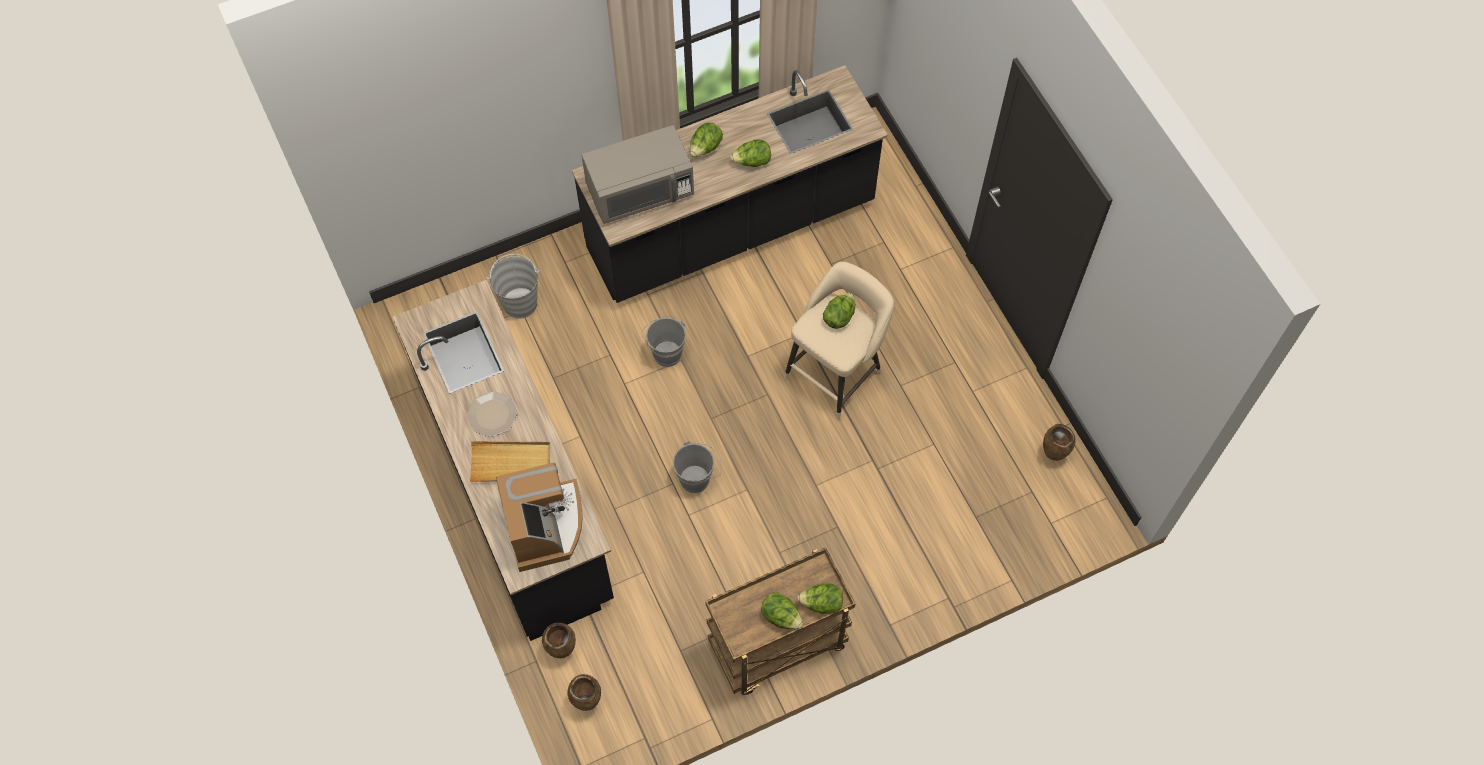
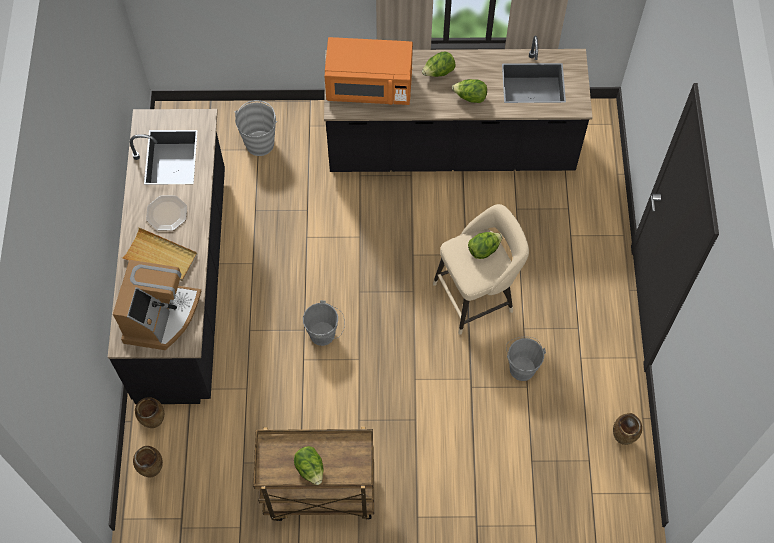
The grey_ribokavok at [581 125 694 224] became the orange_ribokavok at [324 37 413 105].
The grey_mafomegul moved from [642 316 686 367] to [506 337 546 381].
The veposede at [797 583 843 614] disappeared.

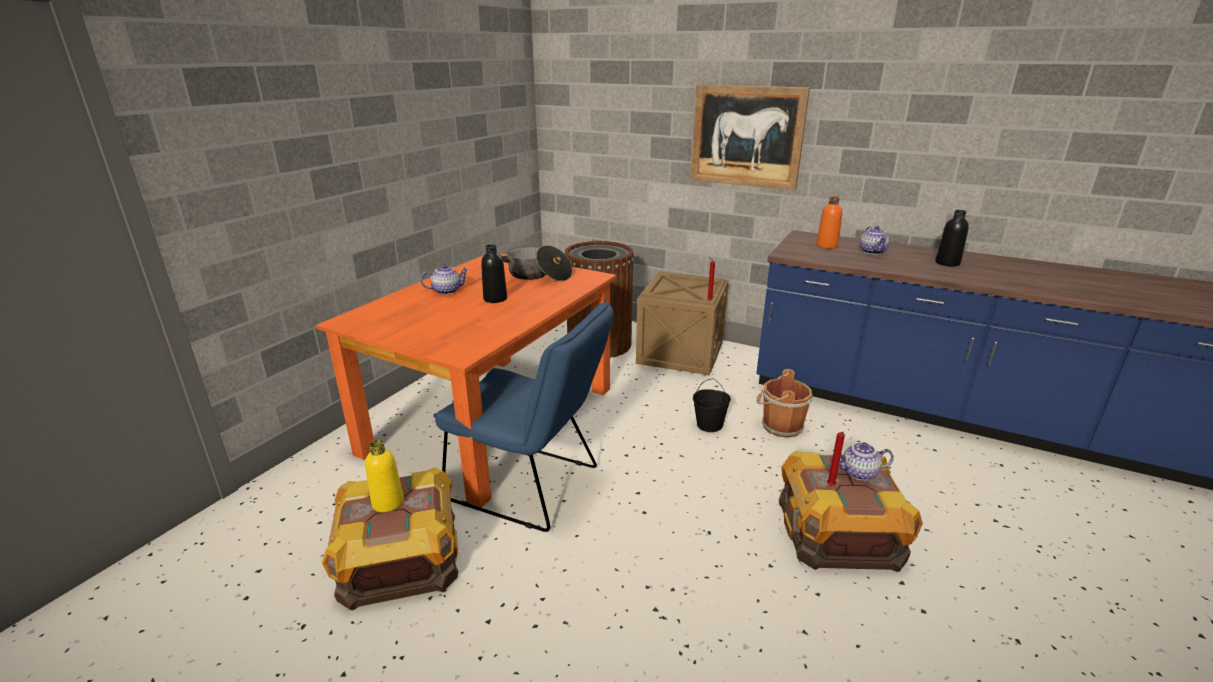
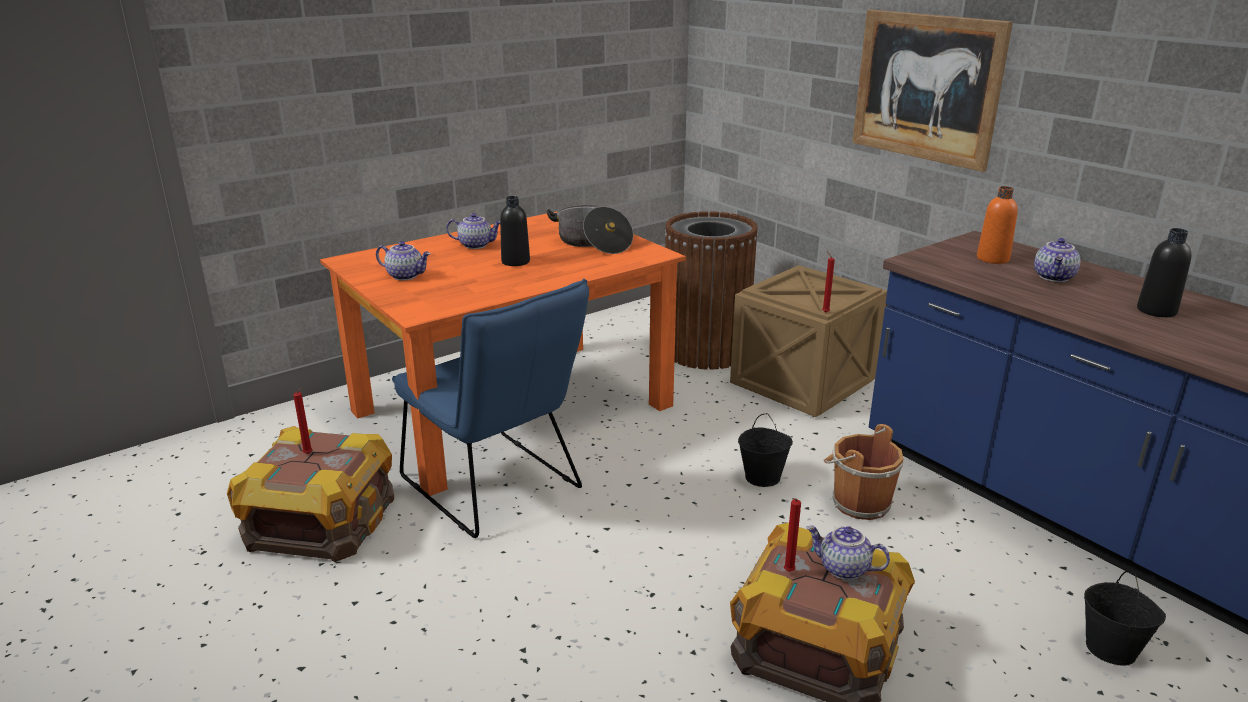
The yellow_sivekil at [365 440 404 513] was replaced by the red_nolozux at [293 388 312 454].
The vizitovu at [376 241 431 280] appeared.
The black_mafomegul at [1084 570 1166 666] appeared.

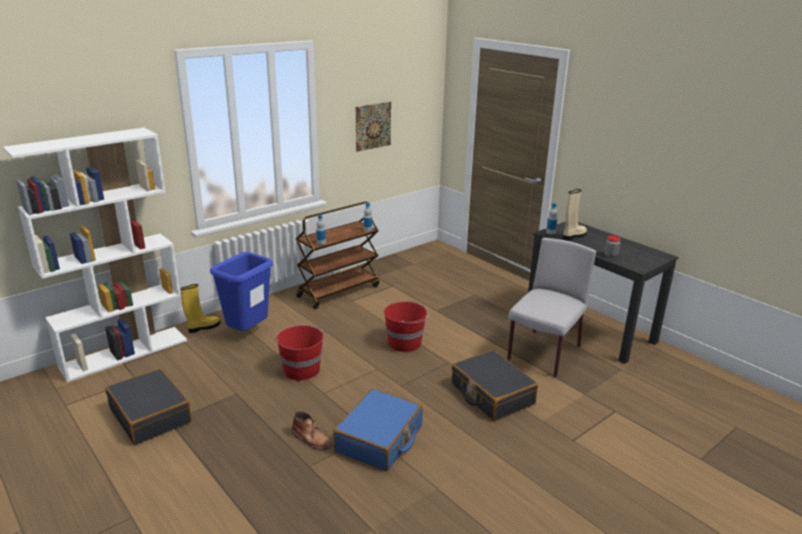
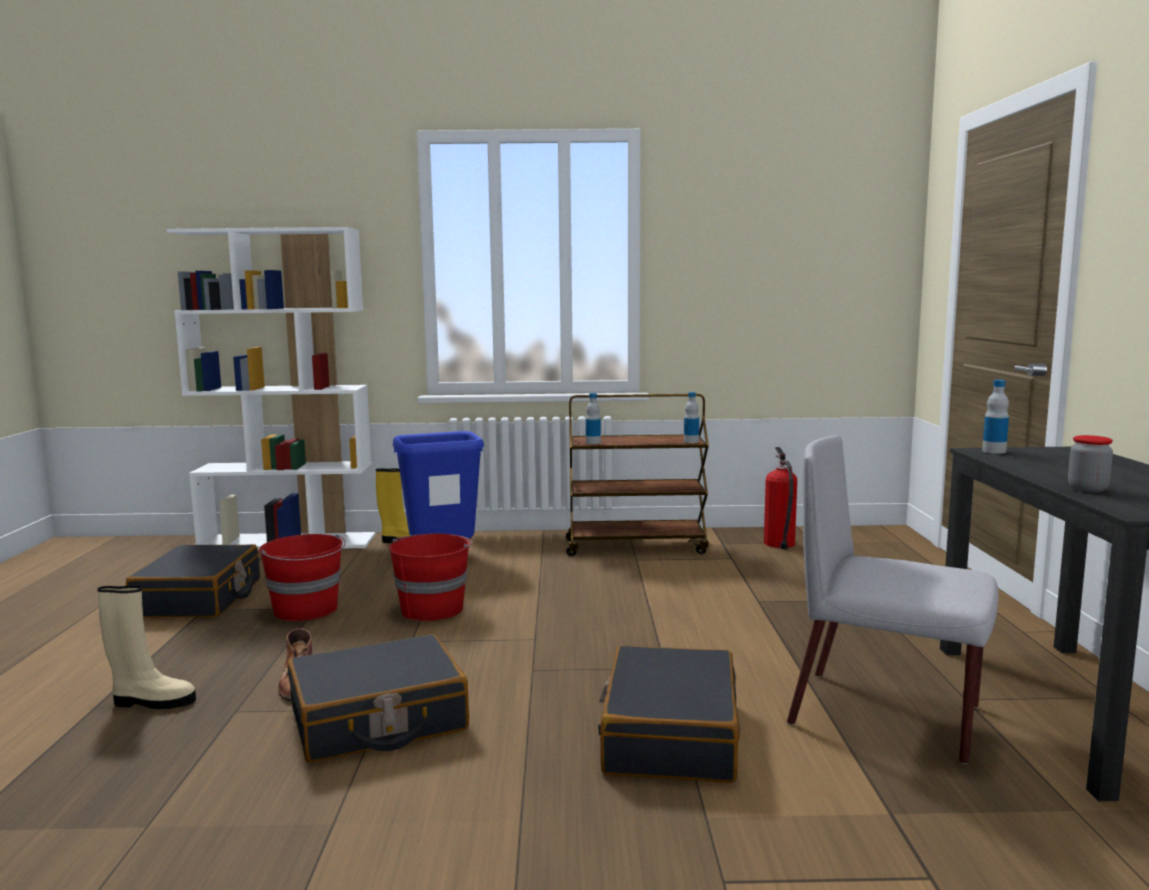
The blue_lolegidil at [333 389 423 471] became the black_lolegidil at [288 634 469 762].
The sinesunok at [356 102 391 152] disappeared.
The red_mafomegul moved from [384 300 429 352] to [259 534 346 621].
The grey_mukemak at [507 238 596 377] turned 135 degrees counterclockwise.
The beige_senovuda moved from [563 189 587 241] to [97 586 196 709].
The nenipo at [764 447 797 550] appeared.

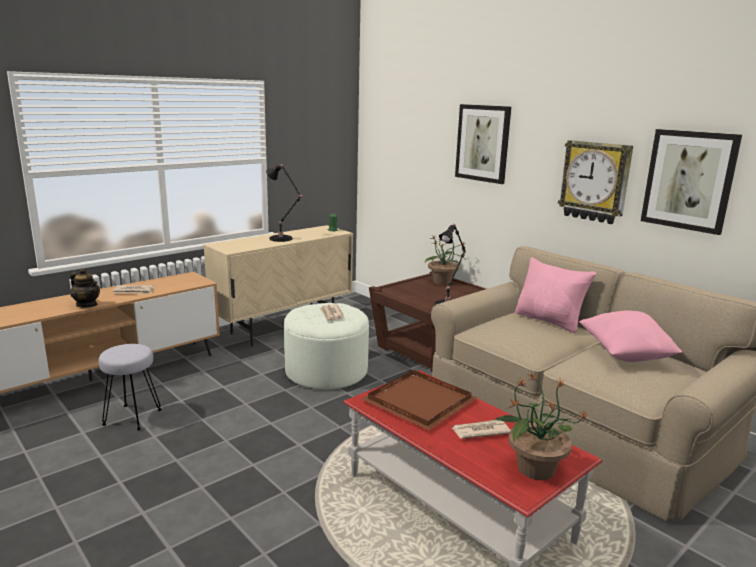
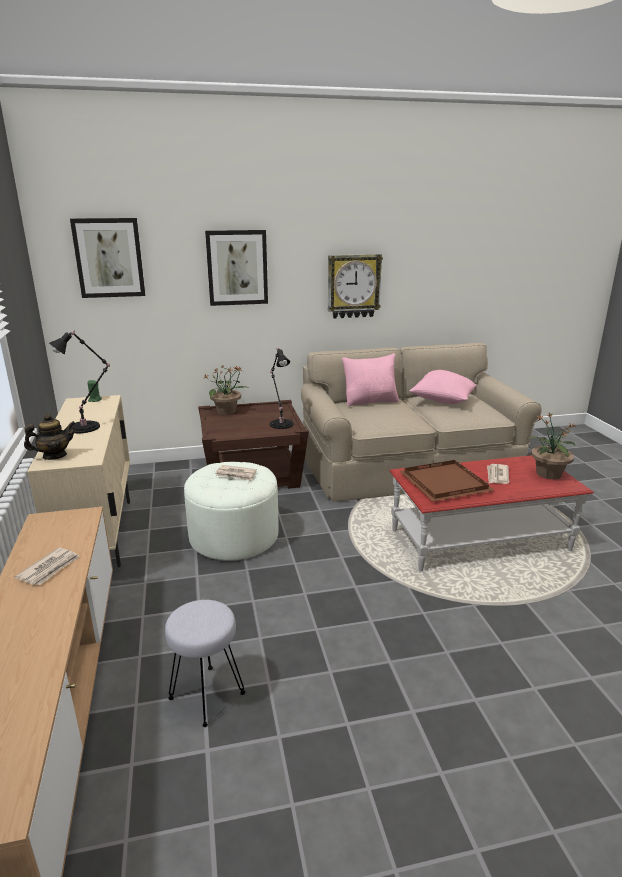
The vizitovu moved from [70 268 100 307] to [24 414 76 460].
The sinesunok moved from [641 129 742 235] to [70 218 145 298].

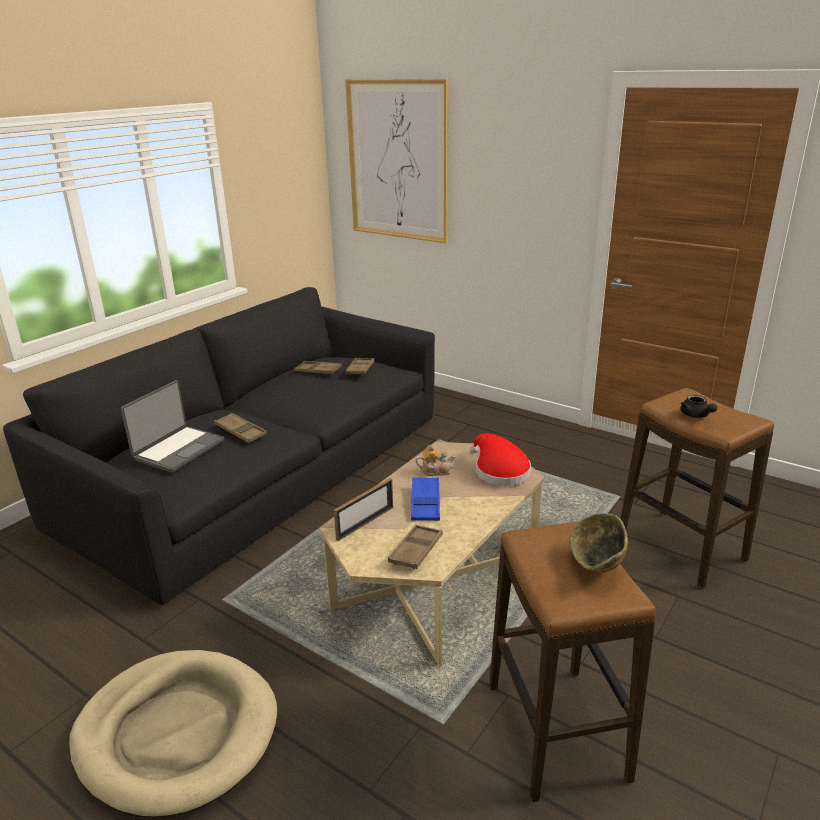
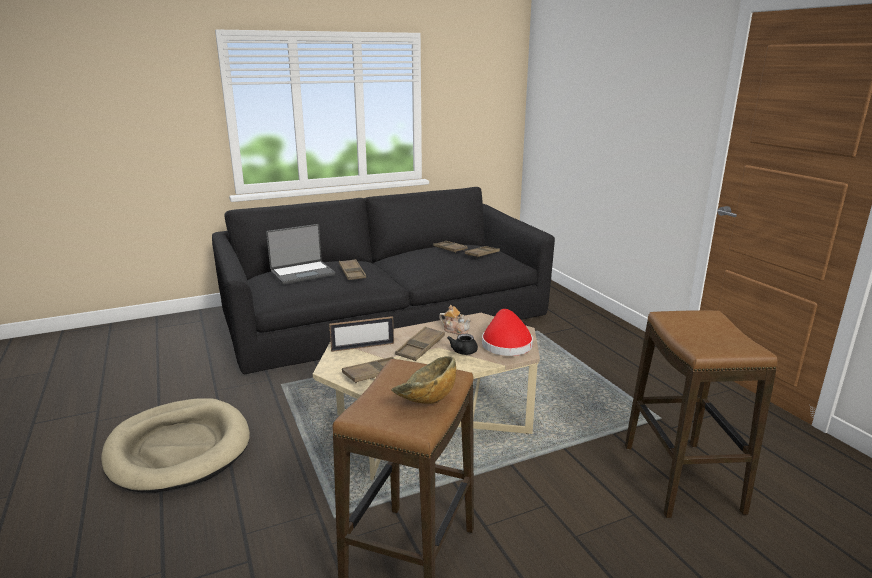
The sinesunok at [345 79 448 243] disappeared.
The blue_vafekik at [411 477 440 521] became the brown_vafekik at [395 326 445 361].
The black_vizitovu moved from [680 395 717 418] to [447 334 478 355].

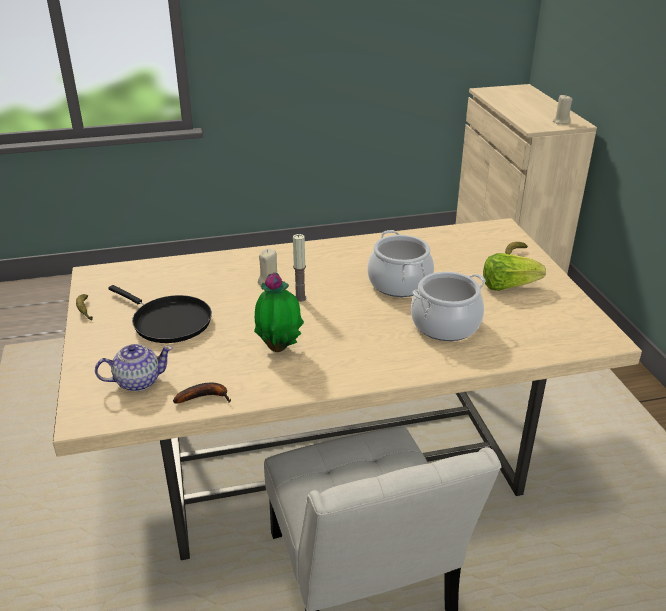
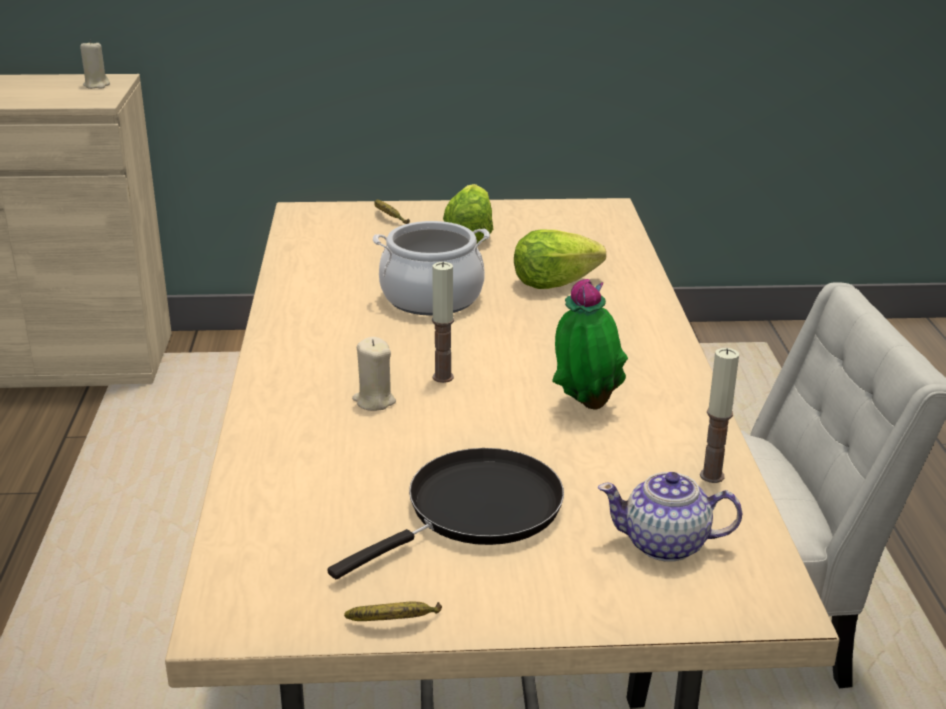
The vizitovu at [95 344 173 391] turned 75 degrees counterclockwise.
The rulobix at [173 383 231 404] was replaced by the nolozux at [700 348 739 483].
The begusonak at [411 271 486 341] was replaced by the veposede at [514 230 606 289].

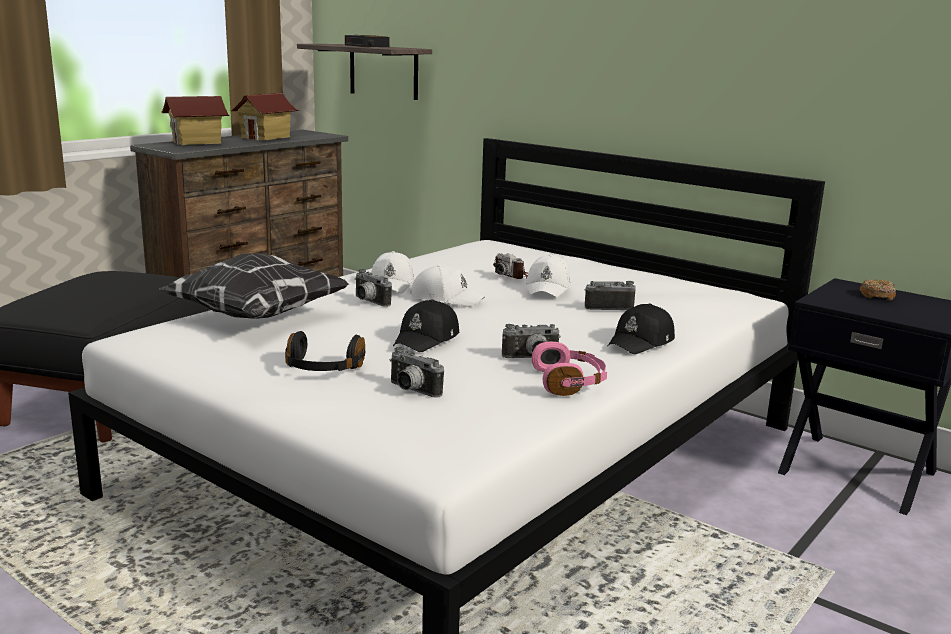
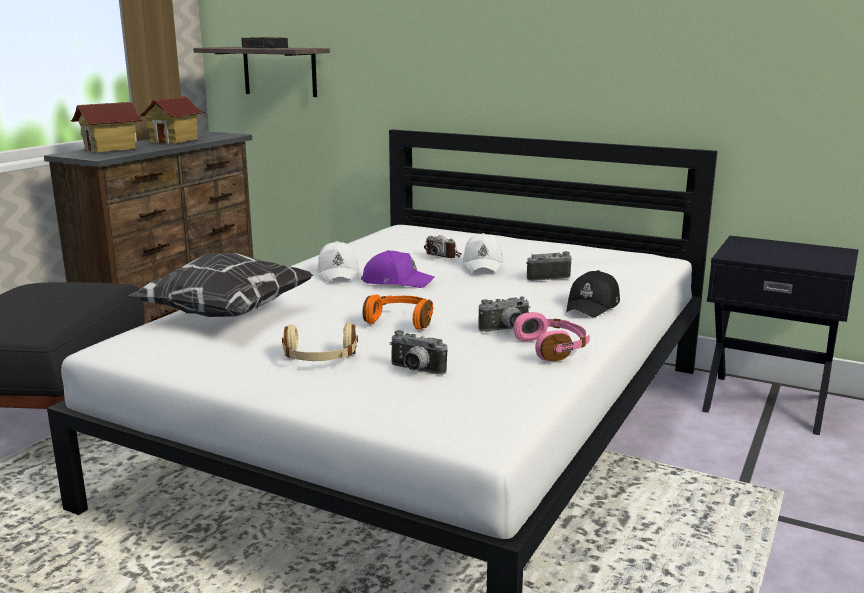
The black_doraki at [285 331 365 371] became the beige_doraki at [282 322 358 361].
The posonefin at [355 269 392 307] disappeared.
The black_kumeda at [393 299 459 352] was replaced by the orange_doraki at [363 294 433 330].
The white_kumeda at [410 265 485 307] became the purple_kumeda at [361 250 435 288].
The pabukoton at [860 279 896 301] disappeared.

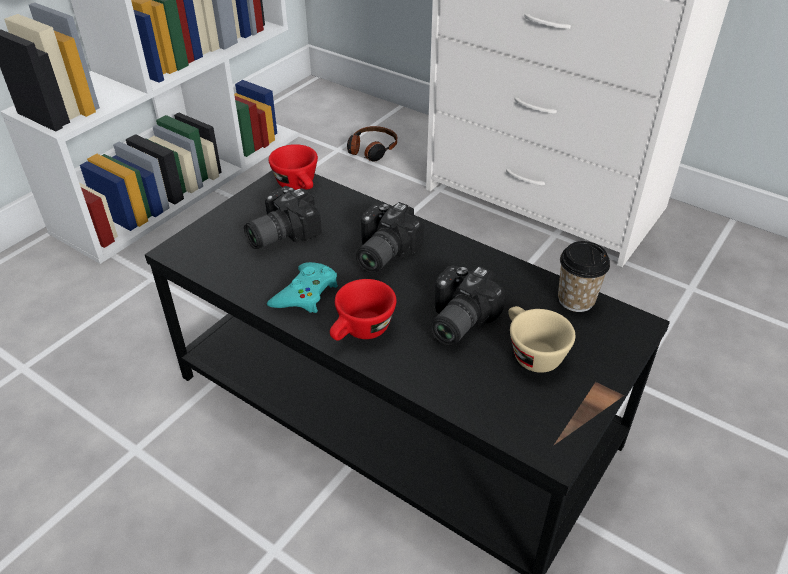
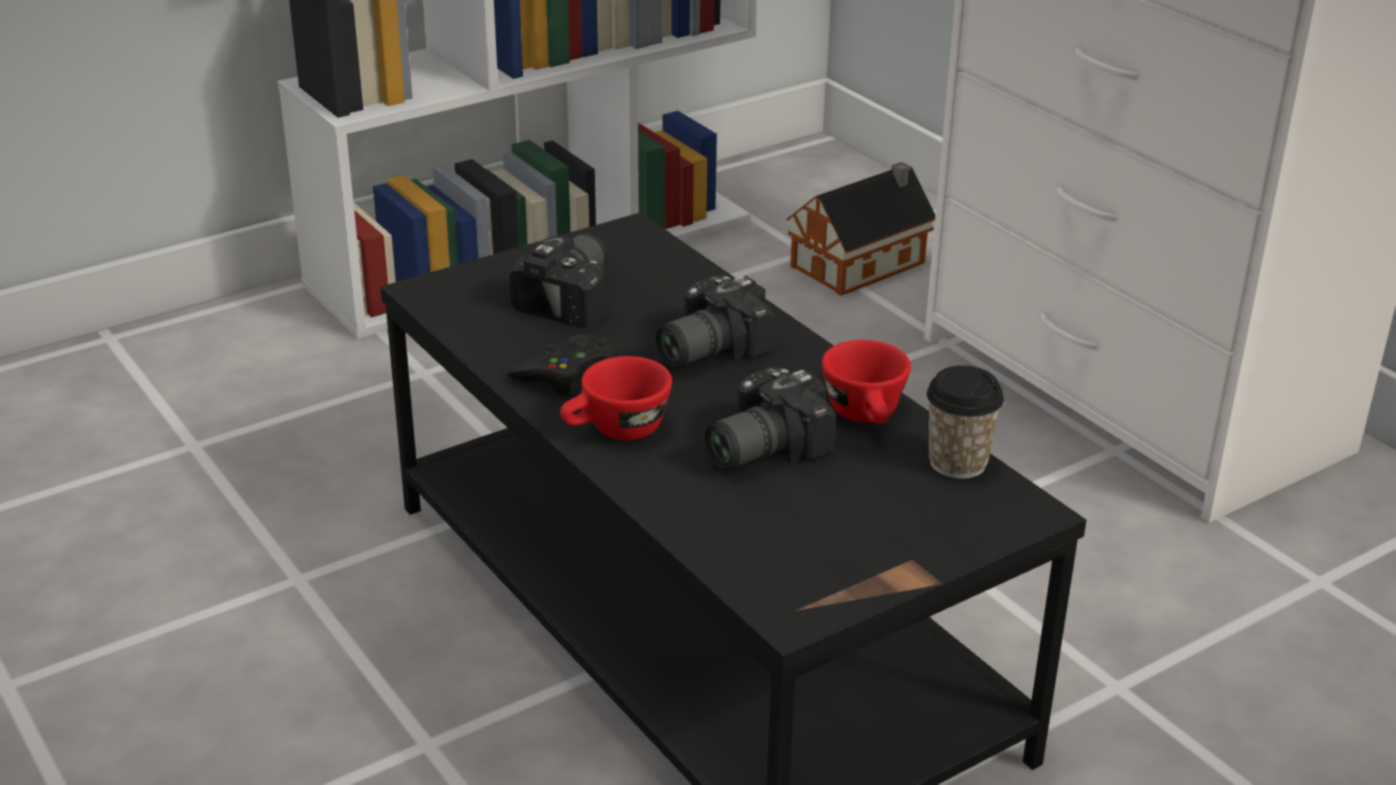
The posonefin at [244 186 322 249] turned 135 degrees clockwise.
The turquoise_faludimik at [267 262 338 313] became the black_faludimik at [507 334 617 396].
The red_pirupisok moved from [269 144 318 190] to [822 340 911 423].
The doraki at [347 126 397 162] was replaced by the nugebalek at [786 162 935 296].
The beige_pirupisok at [508 306 575 373] disappeared.

